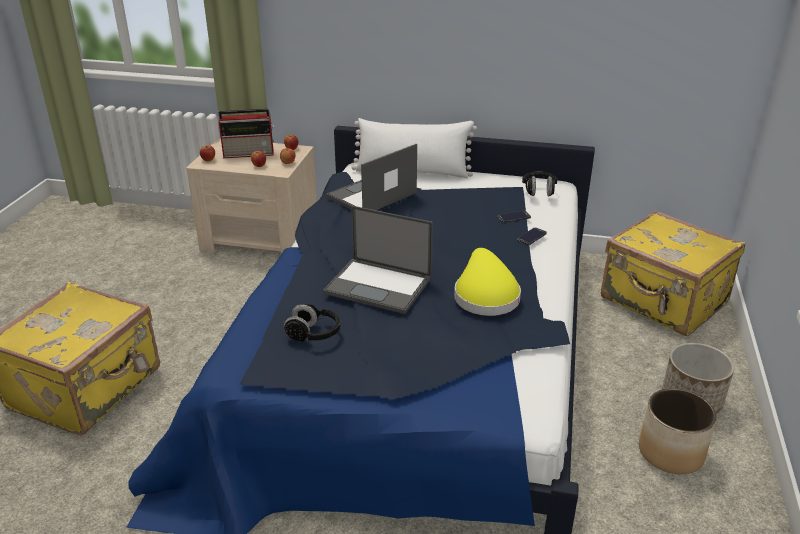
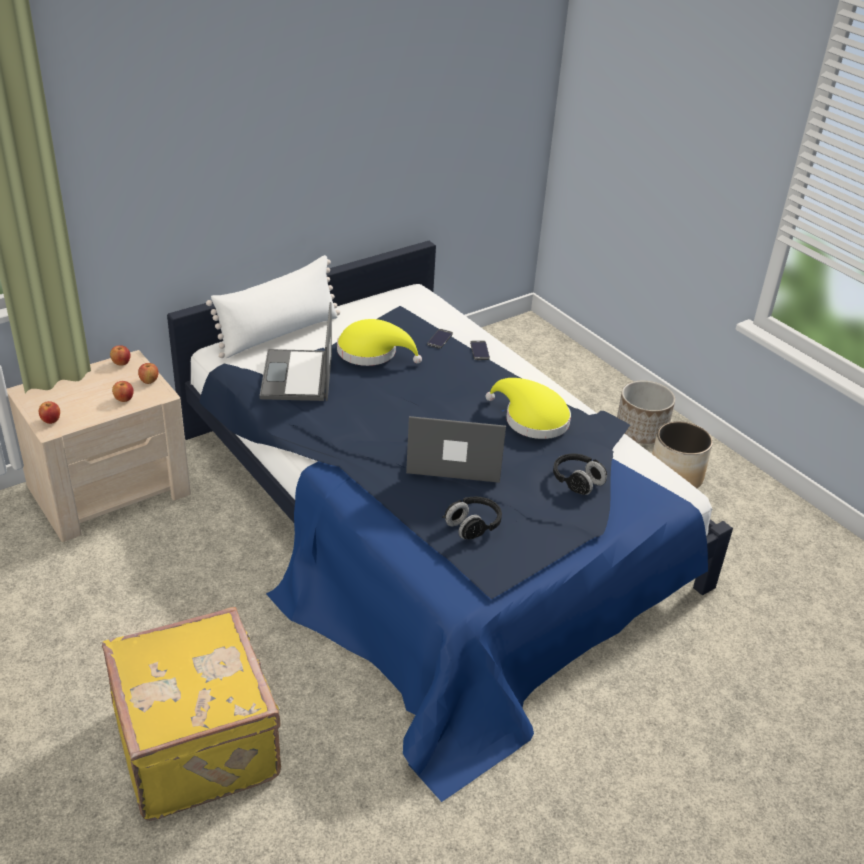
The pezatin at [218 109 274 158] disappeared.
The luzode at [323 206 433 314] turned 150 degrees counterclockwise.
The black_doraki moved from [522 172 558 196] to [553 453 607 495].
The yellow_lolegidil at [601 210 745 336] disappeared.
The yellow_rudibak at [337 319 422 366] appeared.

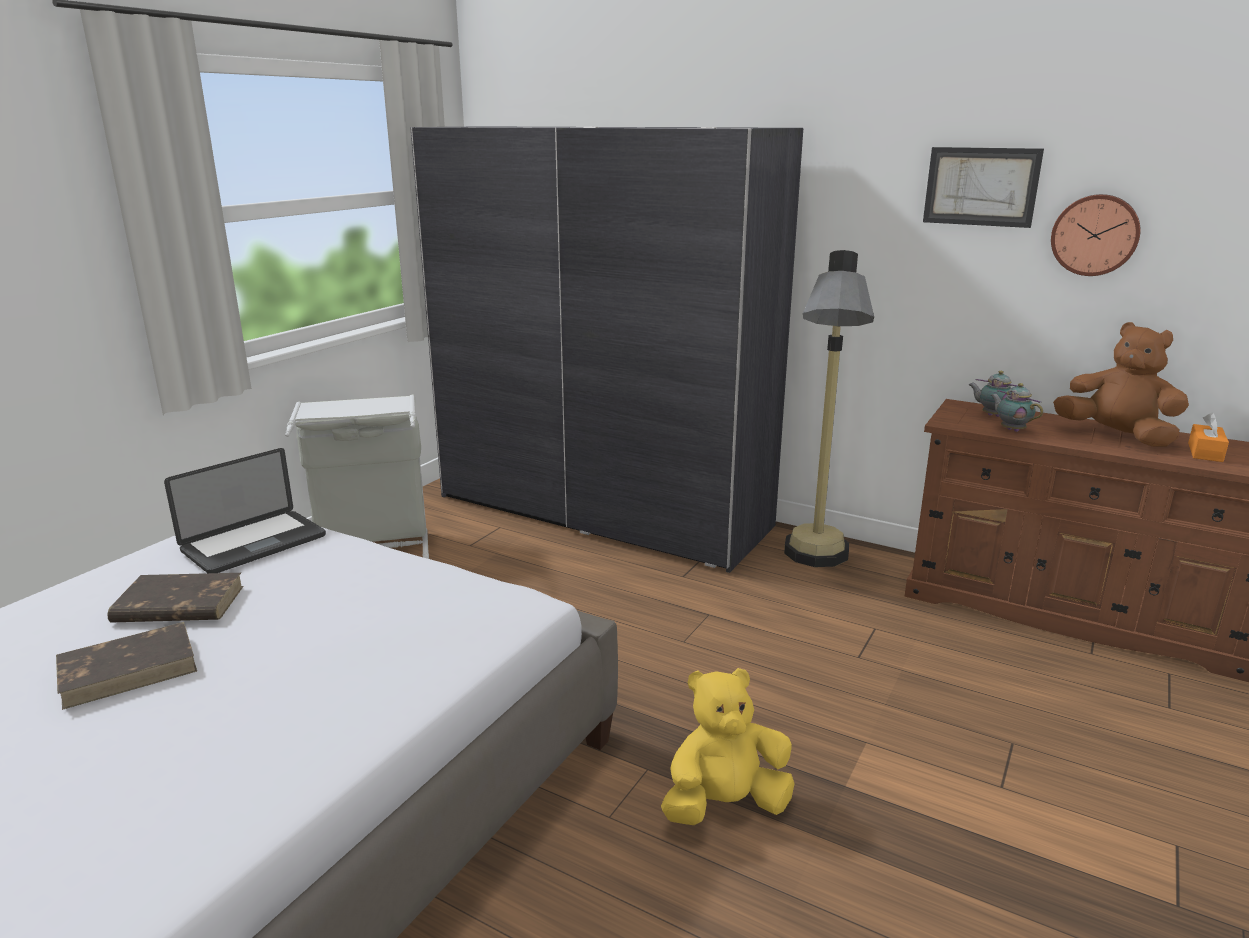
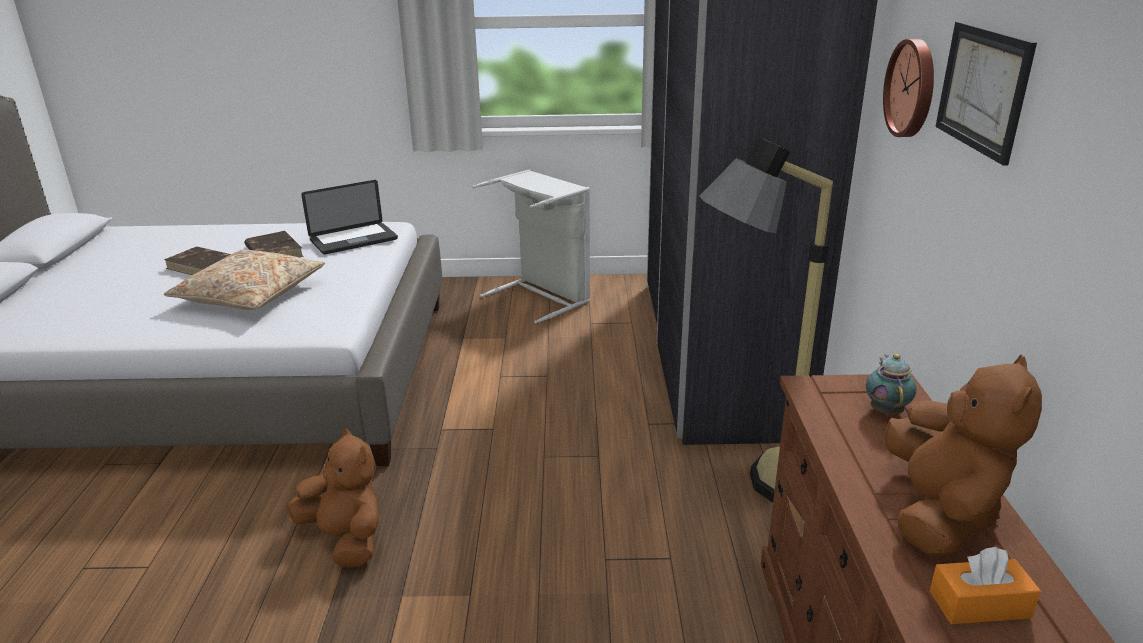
The luzode at [164 448 326 573] turned 45 degrees counterclockwise.
The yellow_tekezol at [661 668 795 825] became the brown_tekezol at [287 429 379 567].
The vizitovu at [991 383 1043 432] disappeared.
The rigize moved from [1051 194 1141 276] to [883 39 934 137].
The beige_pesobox at [164 250 325 310] appeared.

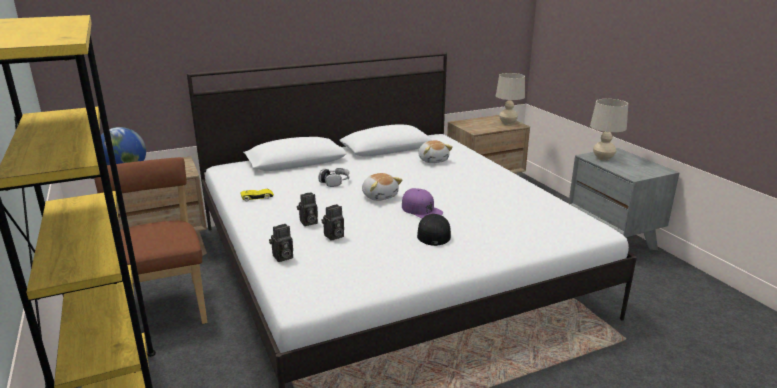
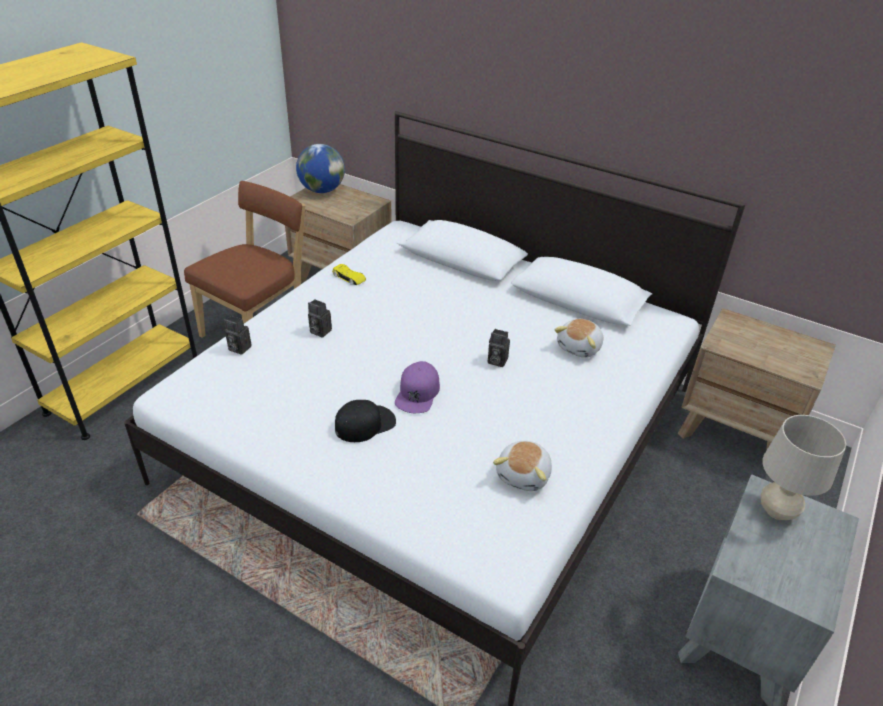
The doraki at [319 168 350 187] disappeared.
The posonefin moved from [321 204 344 241] to [488 329 510 367].
The tekezol moved from [362 173 402 201] to [493 441 552 491].
The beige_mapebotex at [496 73 525 125] disappeared.

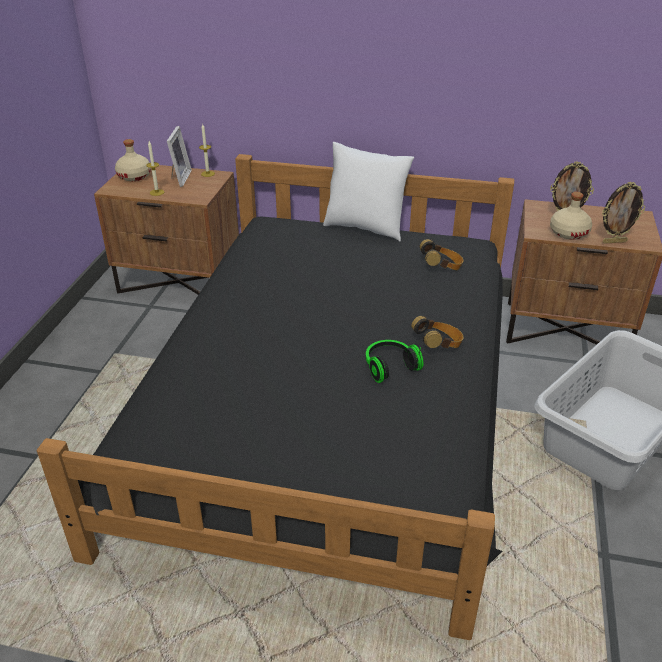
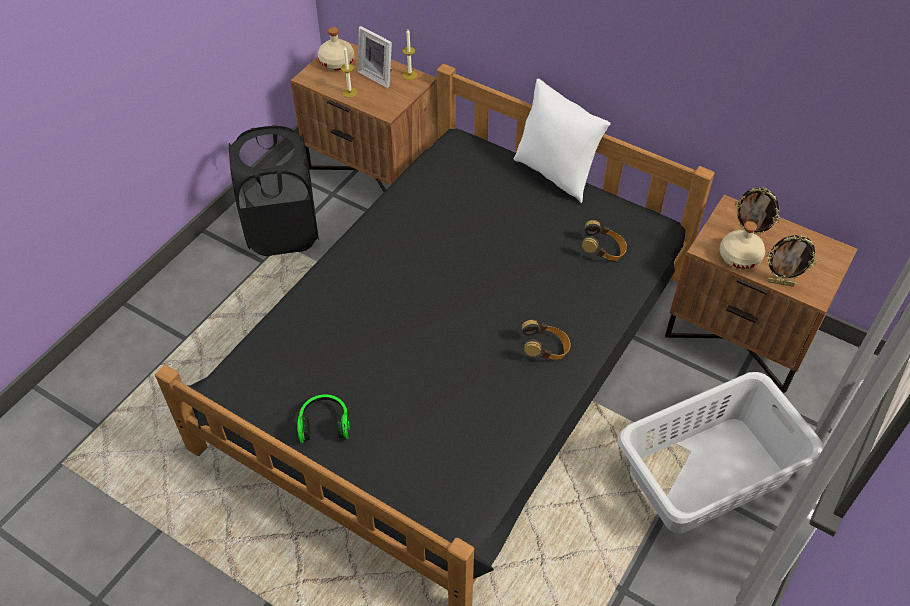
The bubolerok at [167 126 192 187] turned 105 degrees clockwise.
The doraki moved from [366 340 424 383] to [297 395 349 443].
The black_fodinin at [229 125 319 256] appeared.

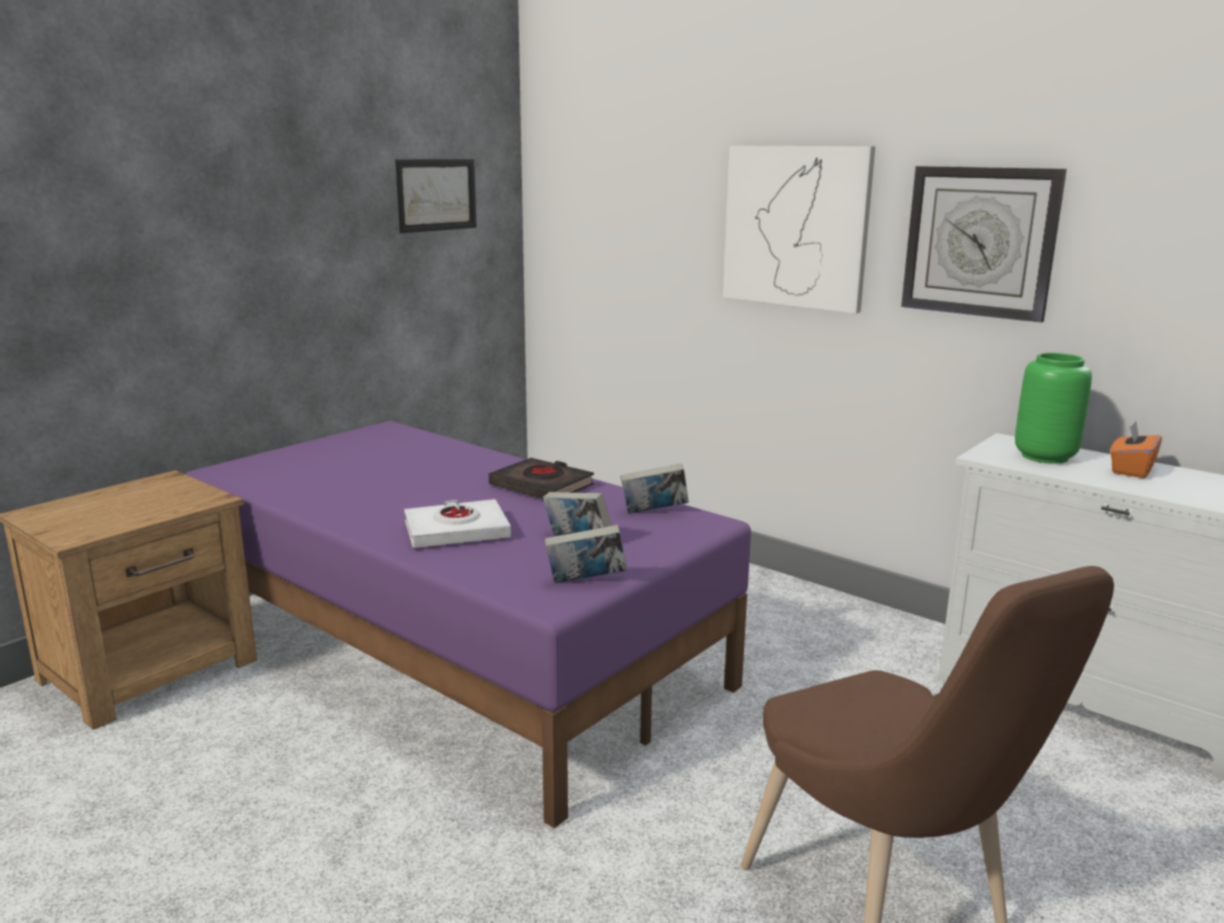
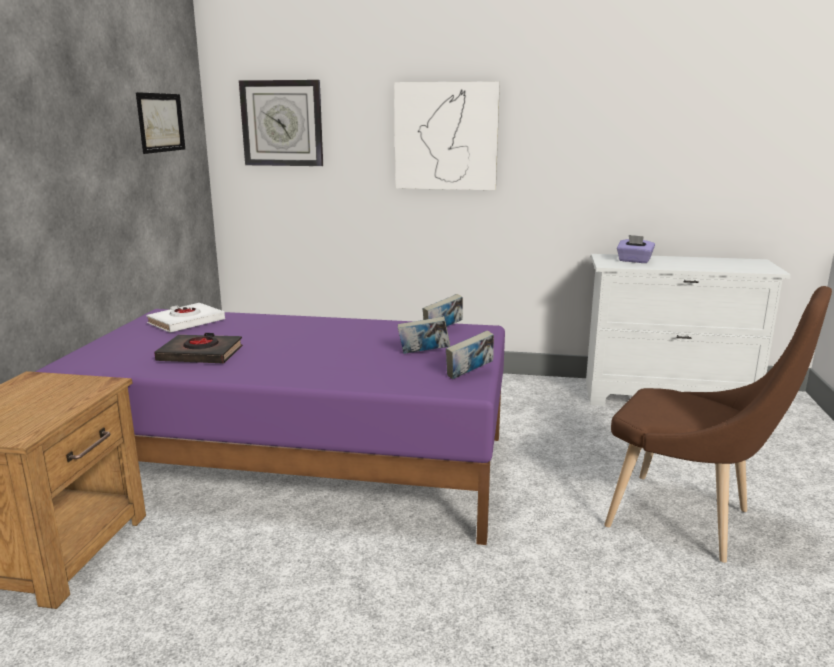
The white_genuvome moved from [404 499 511 548] to [146 303 225 333].
The black_genuvome moved from [489 458 594 499] to [154 333 243 363].
The rigize moved from [901 166 1067 323] to [239 80 323 166].
The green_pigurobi at [1015 353 1092 464] was replaced by the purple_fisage at [617 235 655 263].
The orange_fisage at [1110 422 1162 478] disappeared.

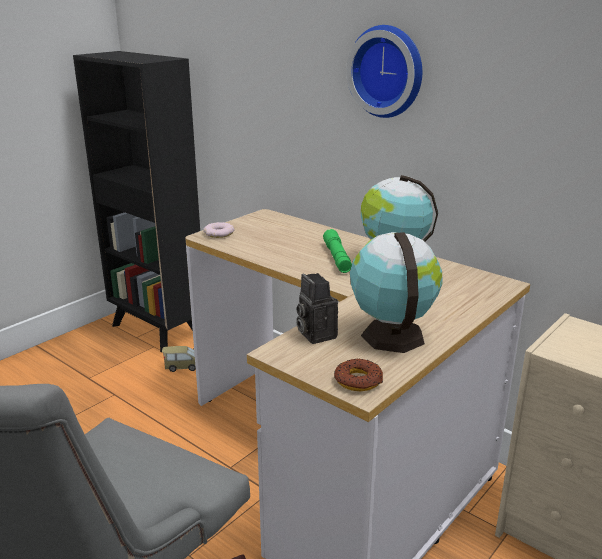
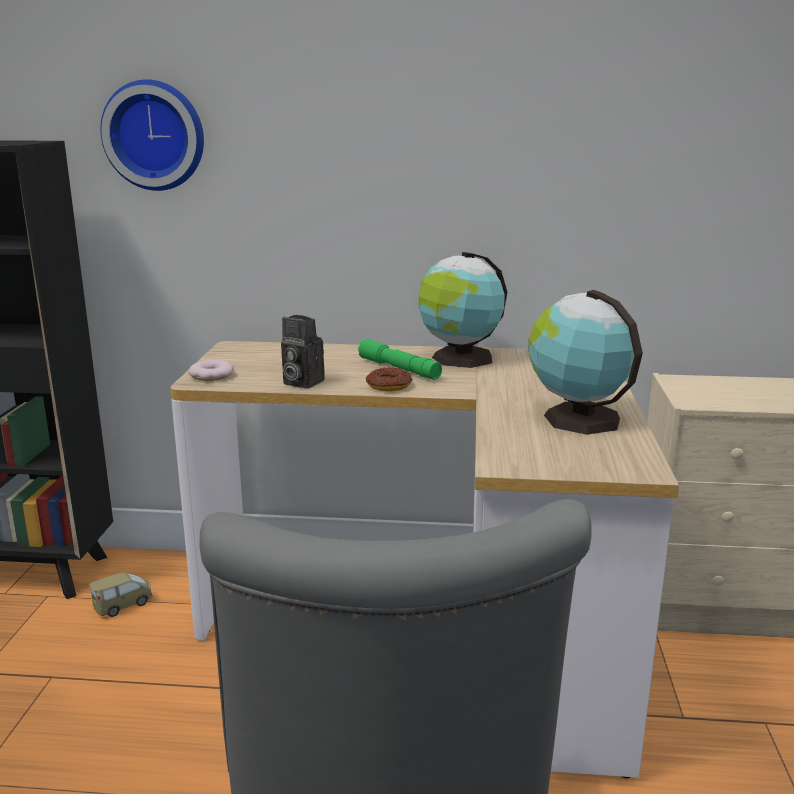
The posonefin moved from [296 273 338 344] to [281 315 325 389].
The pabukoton moved from [334 358 383 391] to [366 367 413 391].
The rigize moved from [346 25 422 118] to [100 79 204 191].

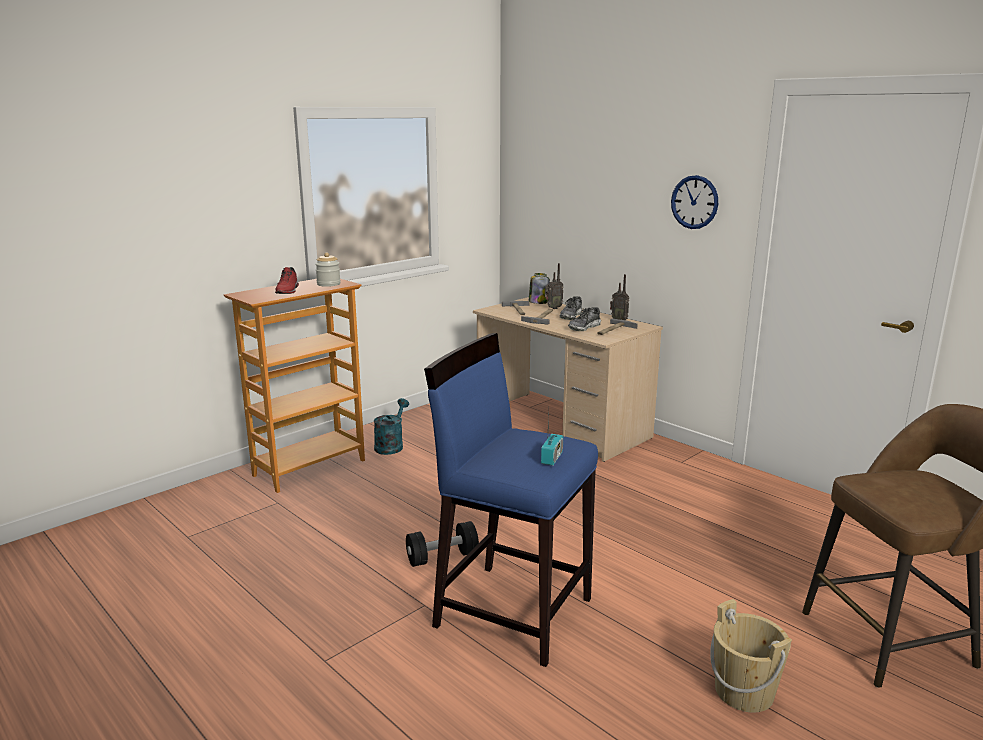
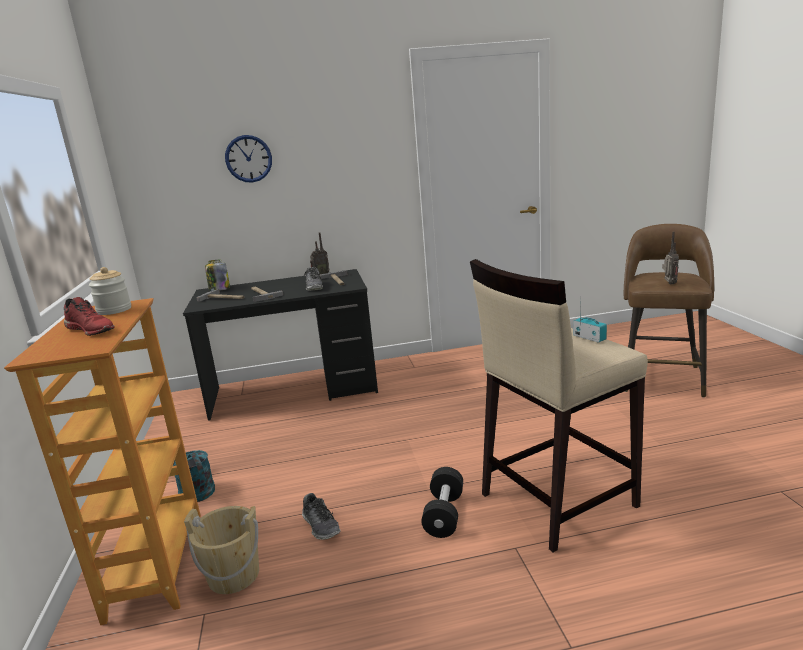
The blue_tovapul at [424 333 598 667] became the beige_tovapul at [470 259 648 552].
The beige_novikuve at [473 297 663 462] became the black_novikuve at [183 269 378 421].
The pezatin moved from [545 263 564 309] to [662 232 679 284].
The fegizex moved from [560 296 582 320] to [302 493 340 540].
The rigize moved from [671 175 718 229] to [225 135 272 183].
The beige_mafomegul moved from [710 599 792 712] to [184 506 259 594].

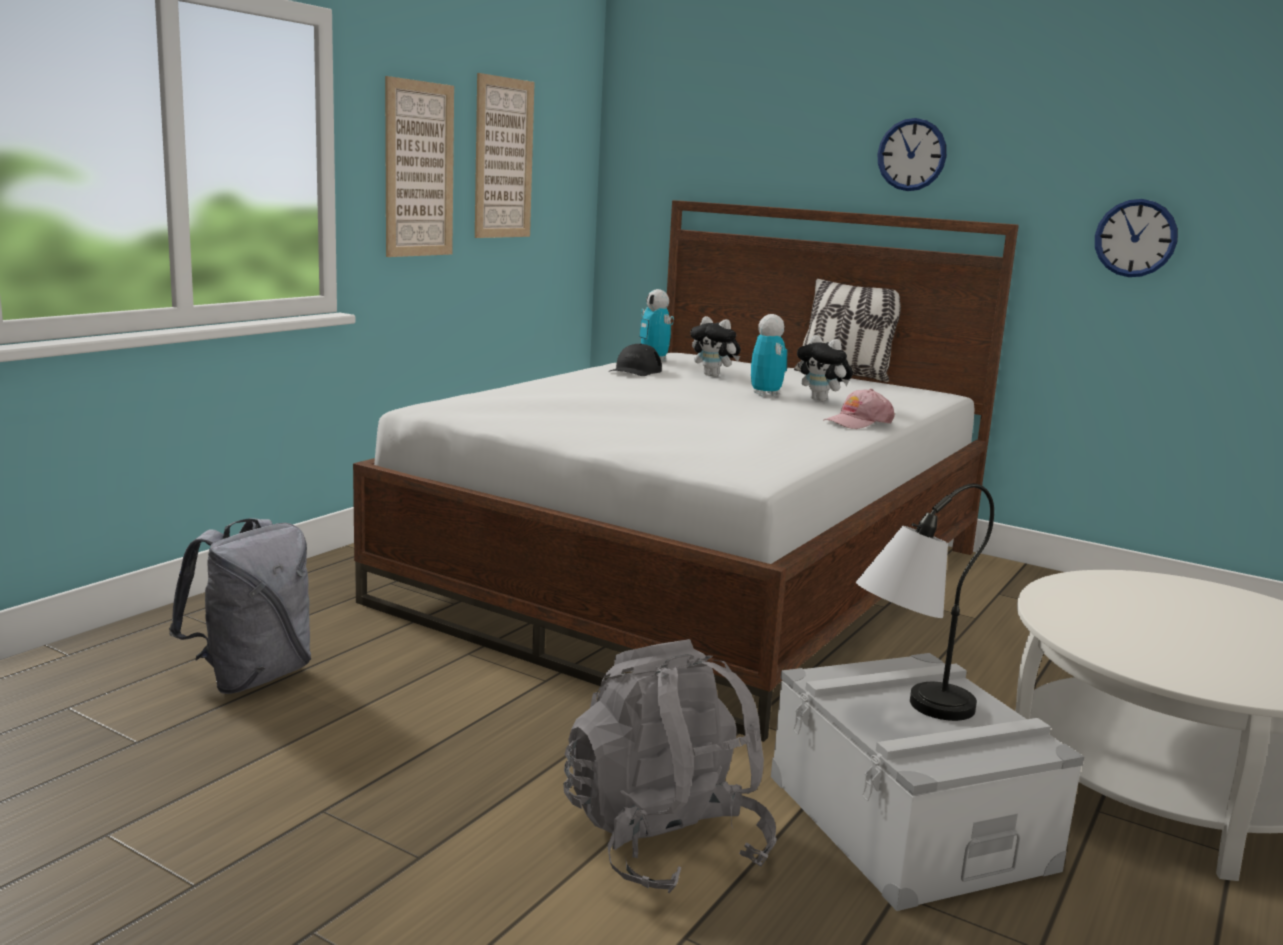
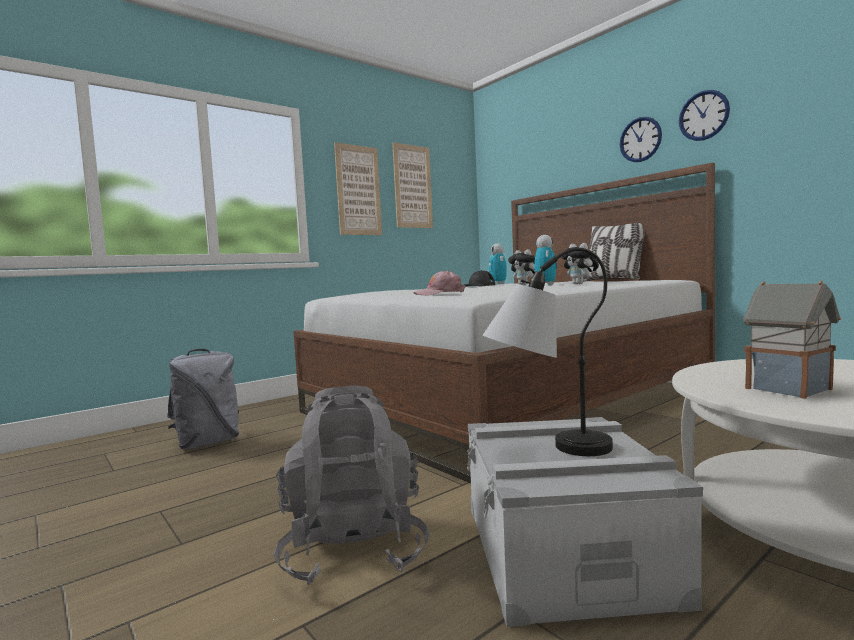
The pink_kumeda moved from [824 389 895 429] to [414 270 466 296].
The rigize moved from [1095 199 1178 277] to [679 90 730 141].
The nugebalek at [743 281 841 399] appeared.

